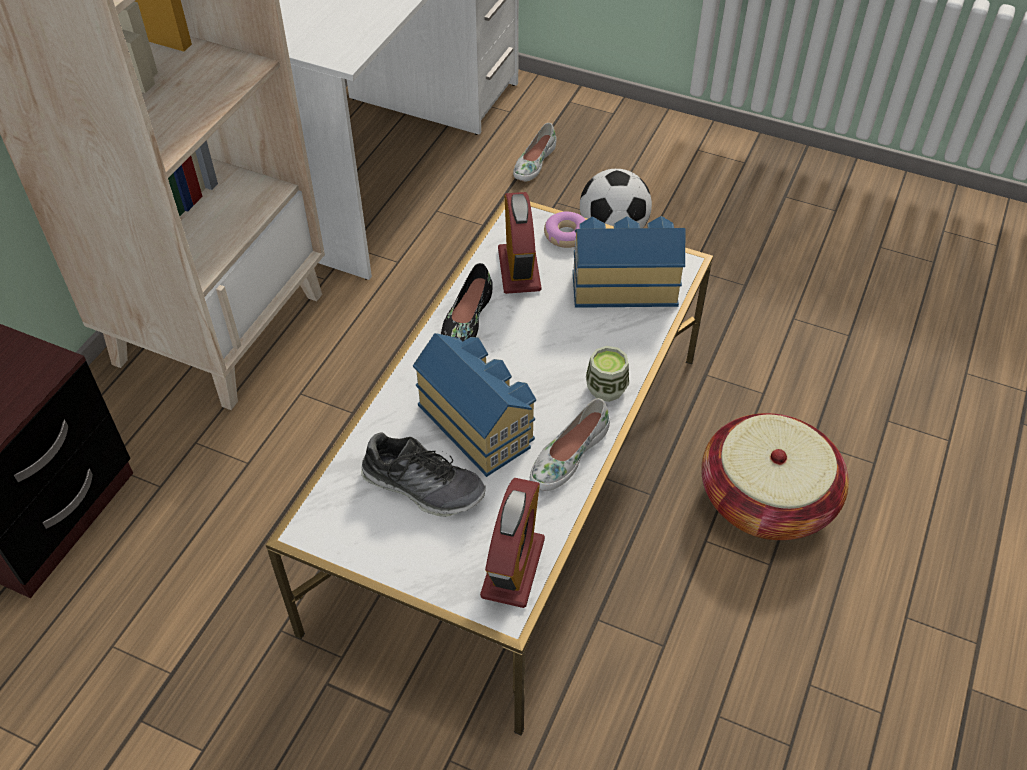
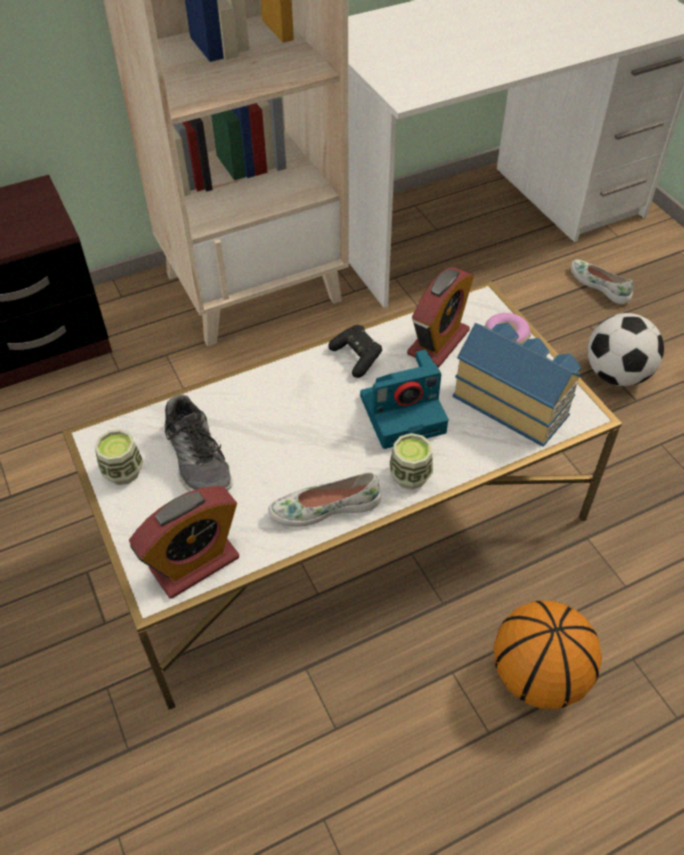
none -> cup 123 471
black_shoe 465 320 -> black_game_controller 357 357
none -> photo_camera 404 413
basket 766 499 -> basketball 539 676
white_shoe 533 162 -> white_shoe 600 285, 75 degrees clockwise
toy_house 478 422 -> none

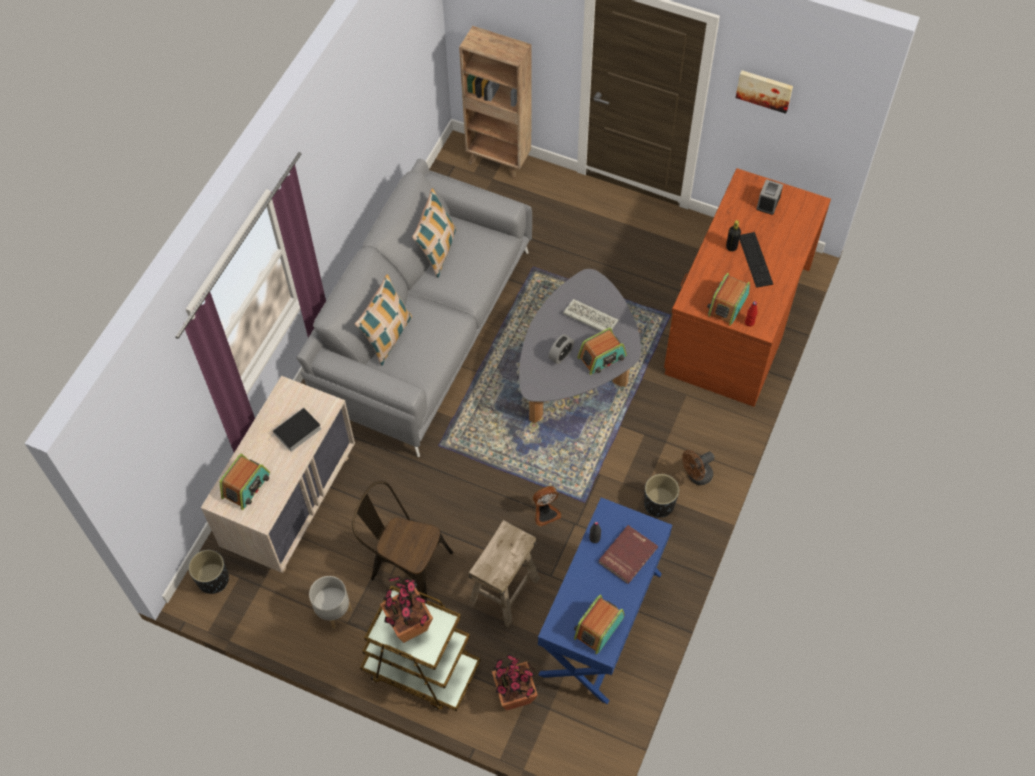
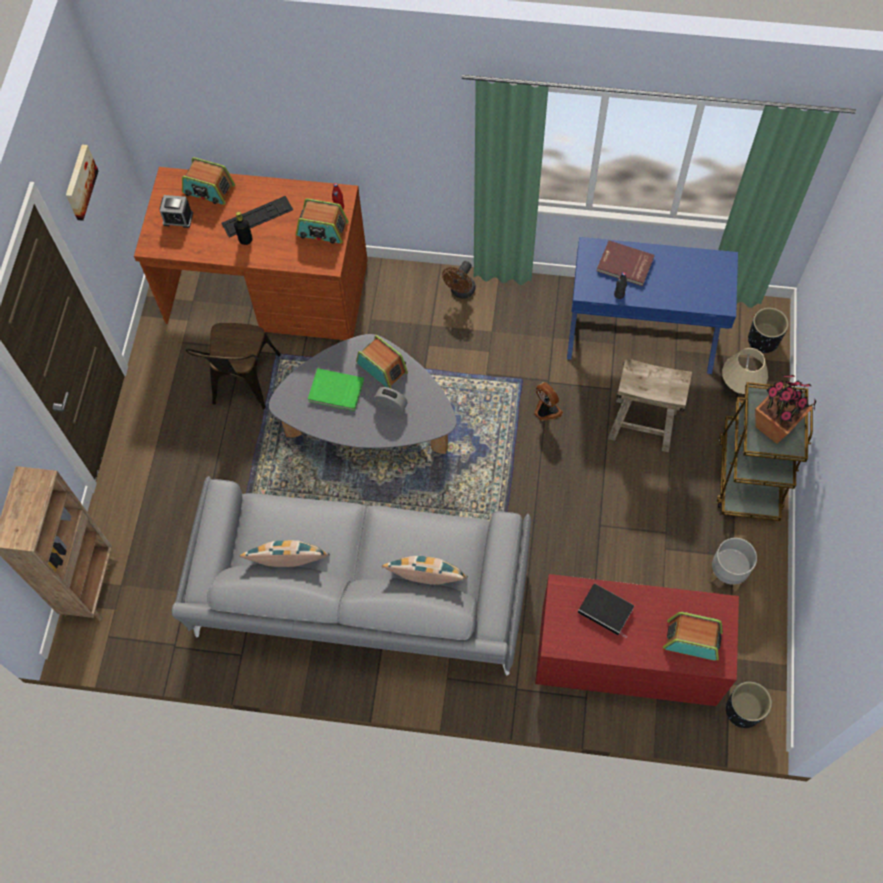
radio 598 627 -> radio 208 190, relocated
brown_chair 405 565 -> brown_chair 243 384, relocated
keyboard 589 318 -> green_book 336 391
brown_fan 696 476 -> brown_fan 461 292, 75 degrees clockwise
beige_dresser 292 502 -> red_dresser 624 662
potted_plant 515 695 -> beige_table_lamp 739 387
black_planter 659 504 -> black_planter 763 340, relocated

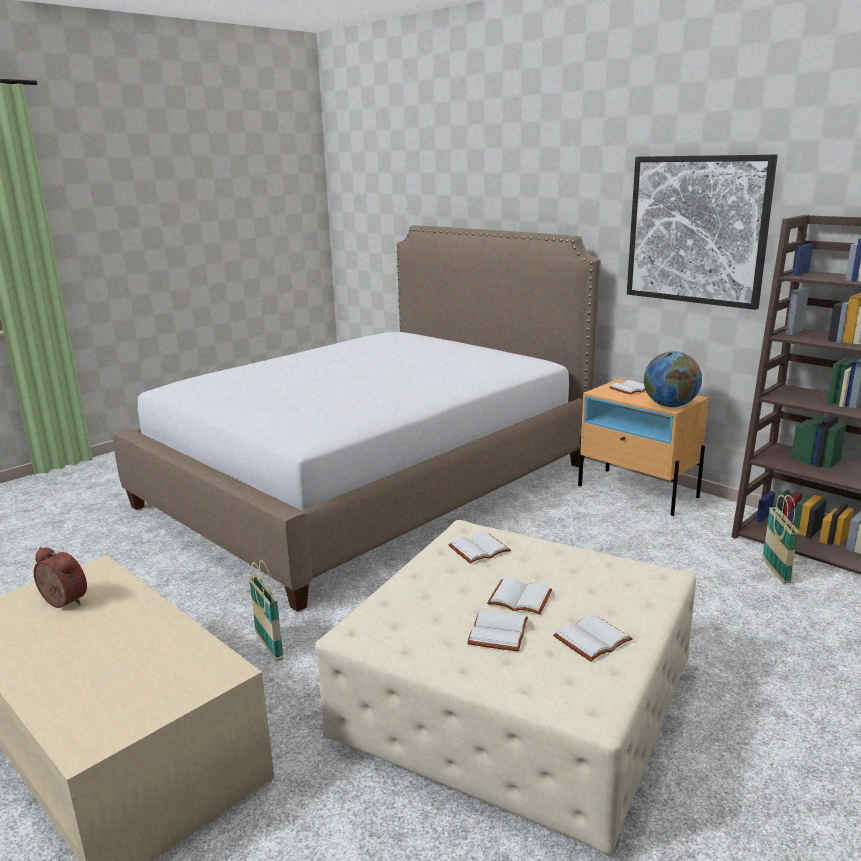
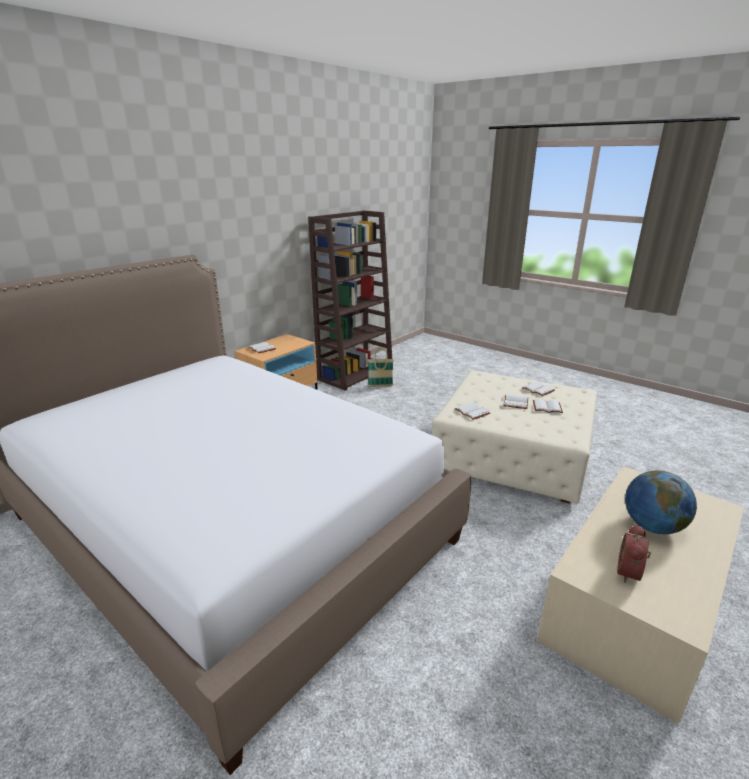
globe 670 405 -> globe 652 526, relocated
basket 269 646 -> none
picture 697 230 -> none

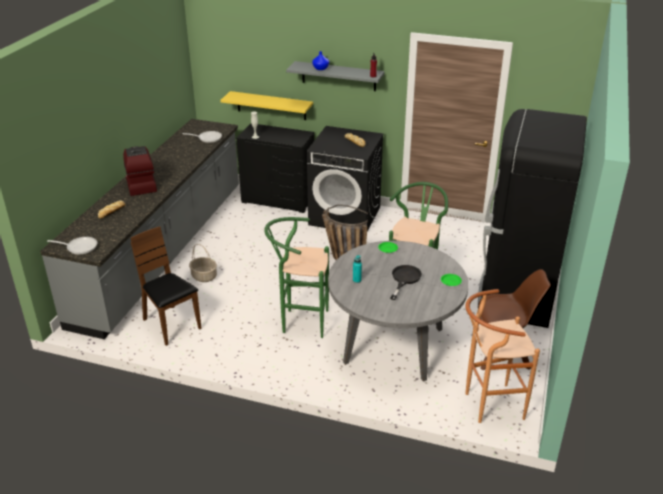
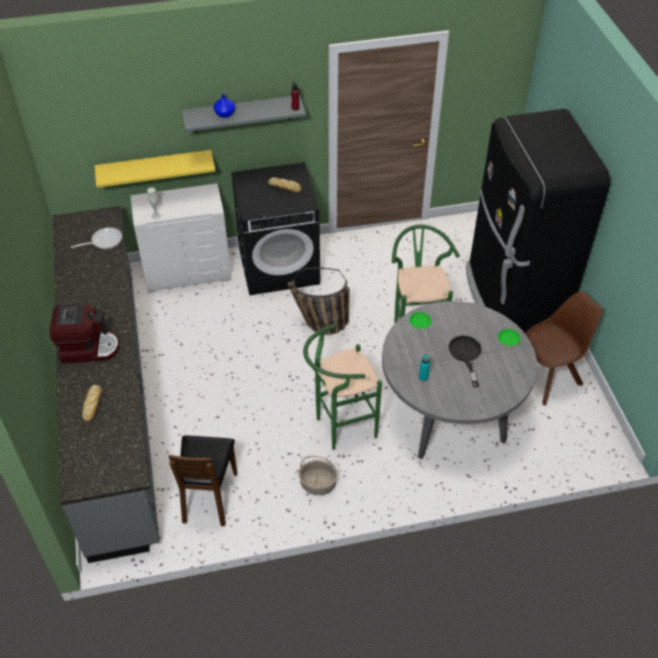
coffee_machine 140 185 -> coffee_machine 89 348, 135 degrees clockwise
black_dresser 278 199 -> white_dresser 187 271
brown_chair 171 325 -> brown_chair 209 496, 105 degrees counterclockwise
basket 204 276 -> basket 317 484, relocated
frying_pan 79 247 -> none
brown_stool 488 405 -> none

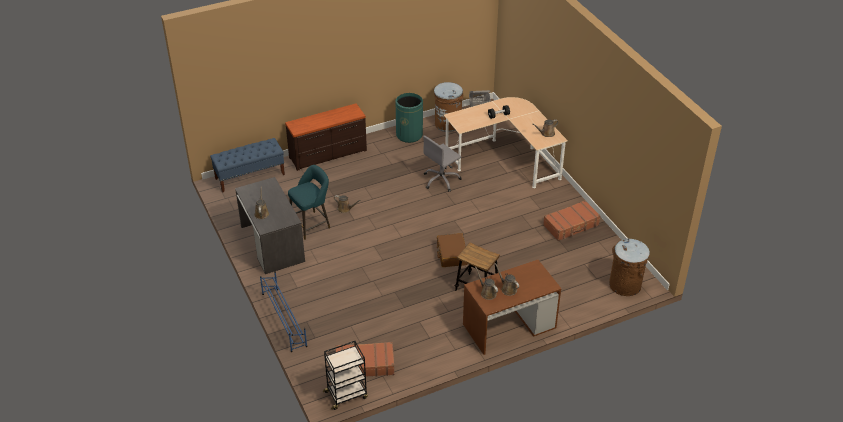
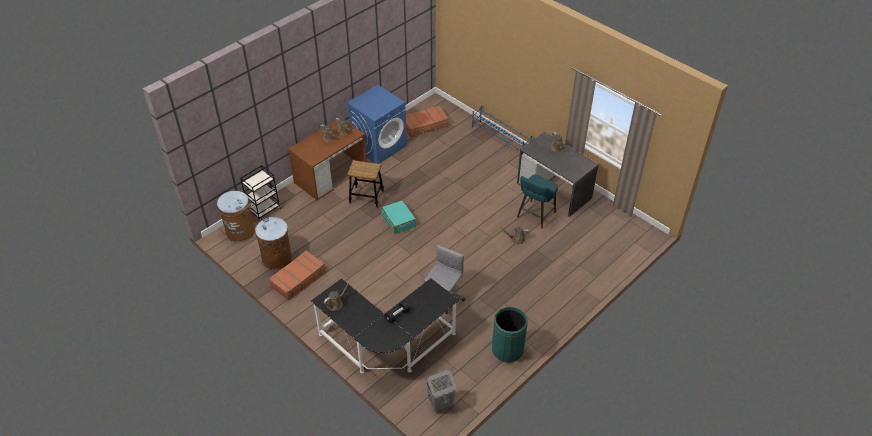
black_cart 346 394 -> black_cart 264 210, relocated
brown_trash_can 448 123 -> brown_trash_can 277 258, relocated
beige_desk 506 158 -> black_desk 386 346
none -> blue_washing_machine 379 146
brown_suitcase 451 254 -> turquoise_suitcase 399 220
blue_bench 250 176 -> none
brown_dresser 328 154 -> none

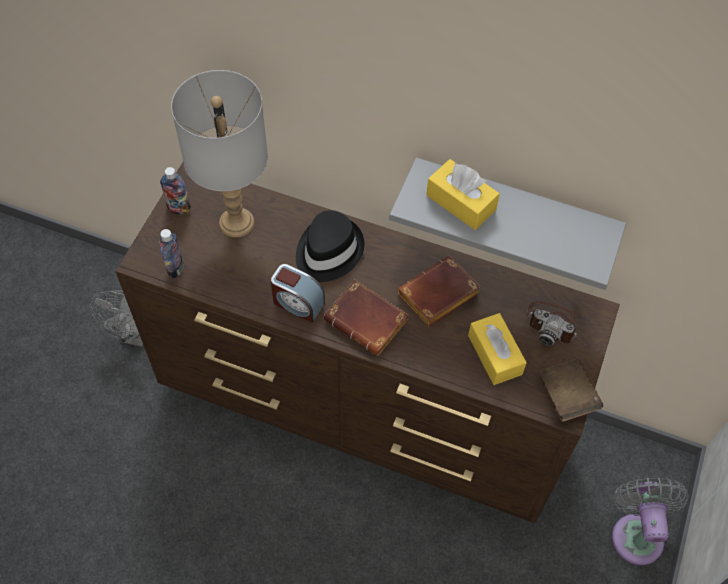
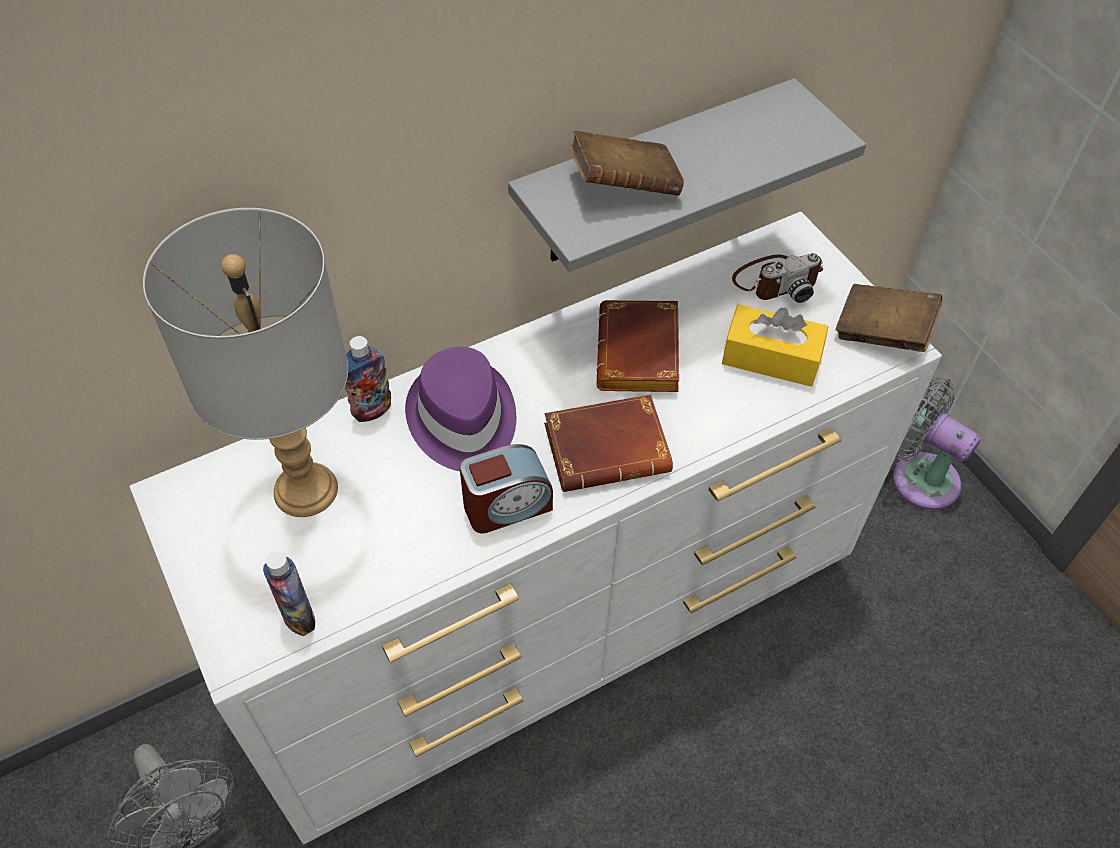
brown_dresser 363 407 -> white_dresser 556 622
bottle 179 208 -> bottle 372 410, relocated
black_hat 328 251 -> purple_hat 461 419
yellow_tissue_box 461 202 -> brown_book 624 186

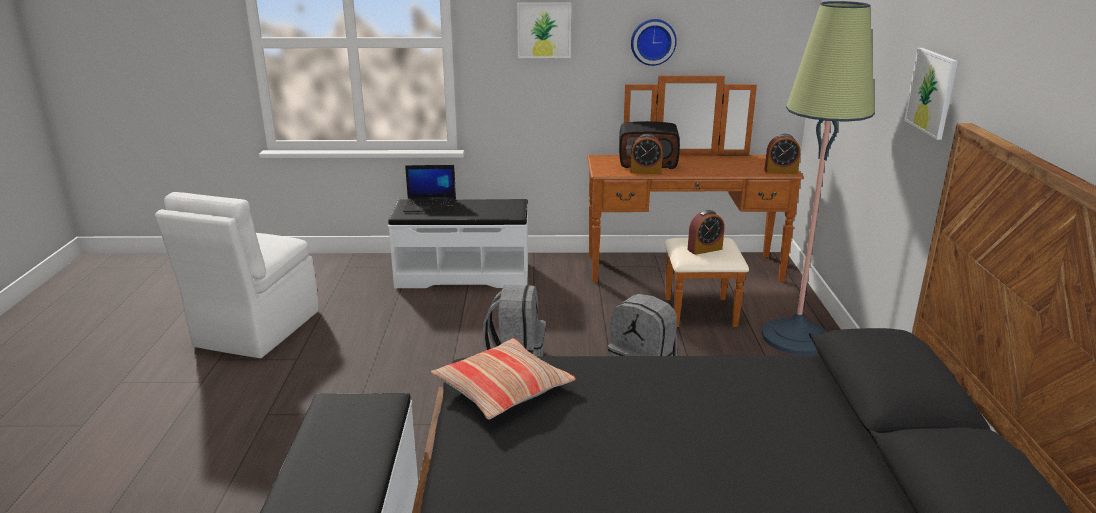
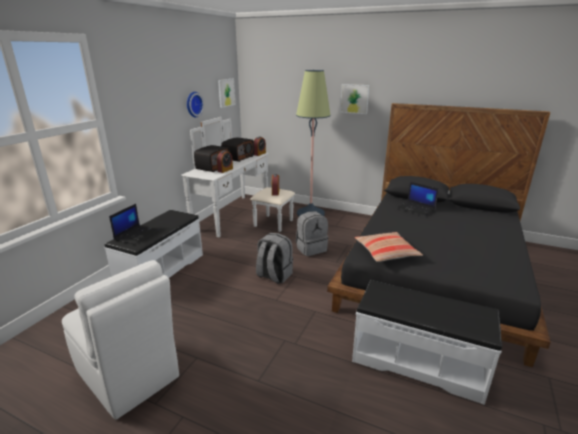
brown_dresser 687 277 -> white_dresser 241 216
picture 544 30 -> picture 226 92, relocated
none -> radio 238 157
none -> laptop 416 209

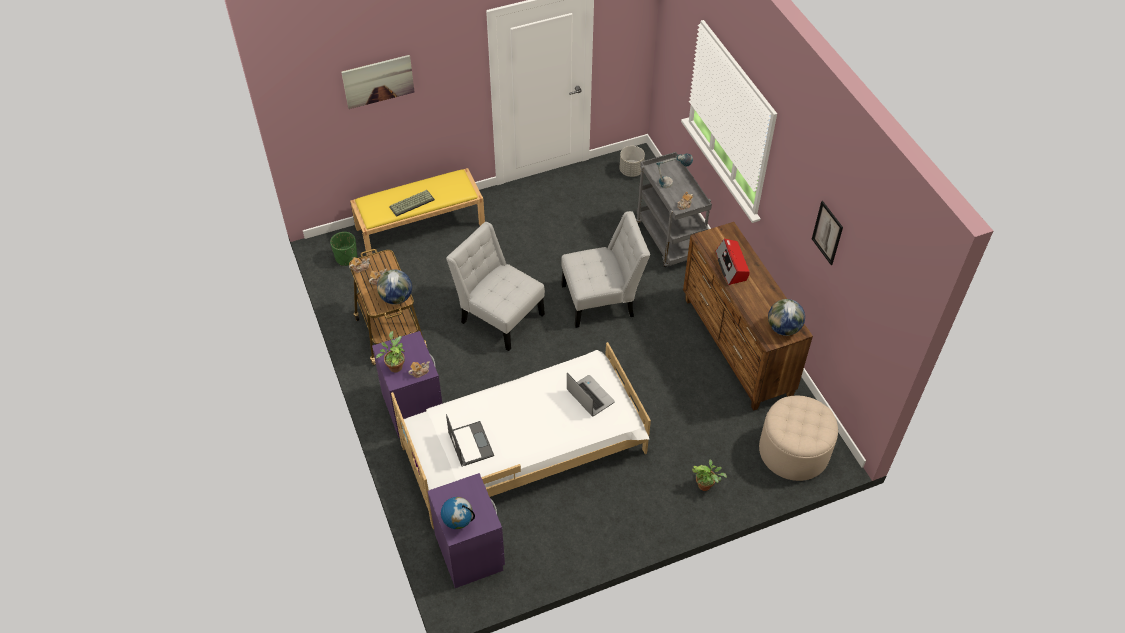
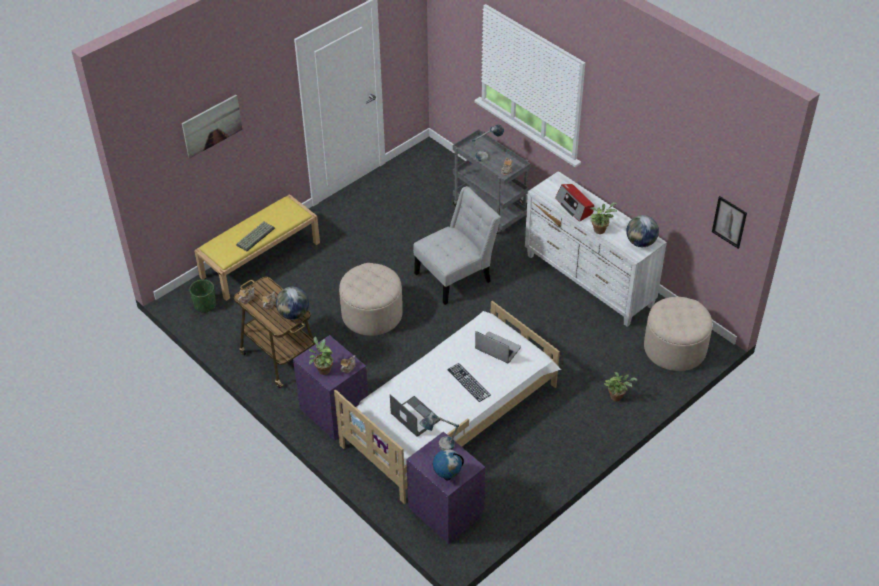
white_chair 499 315 -> beige_ottoman 372 314
none -> table_lamp 439 445
none -> keyboard 468 382
brown_dresser 736 347 -> white_dresser 589 281
none -> potted_plant 600 229
picture 827 233 -> picture 729 222, relocated
grey_planter 631 171 -> none

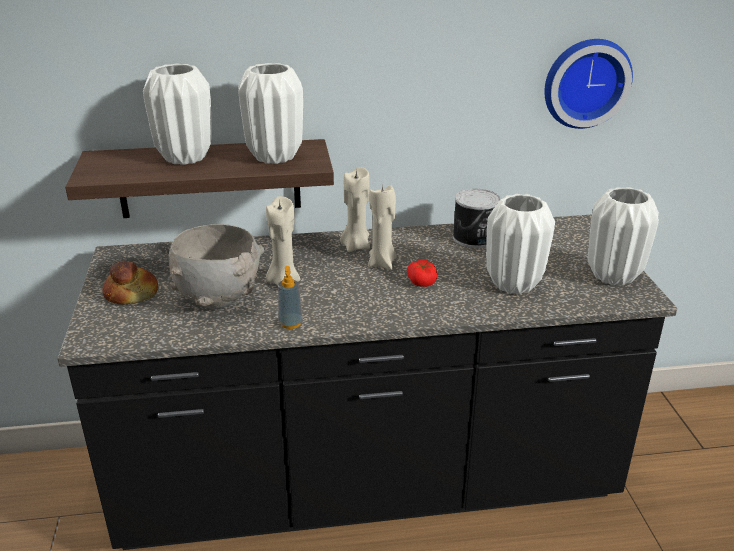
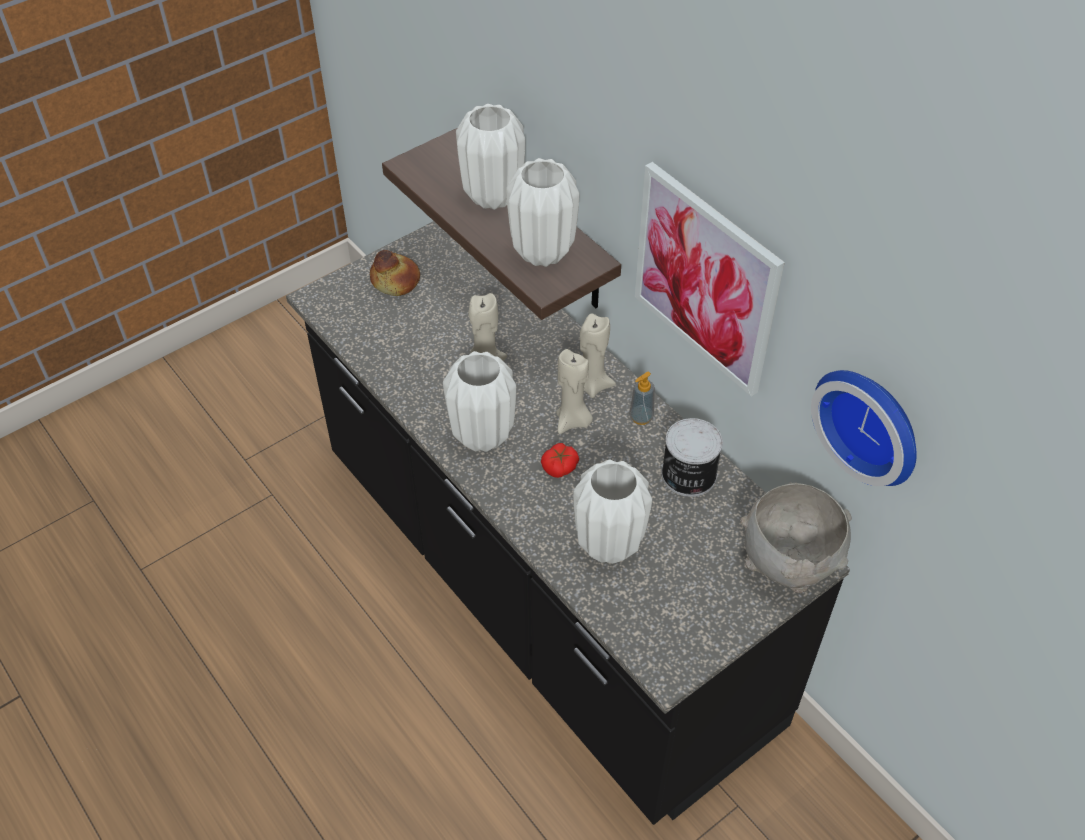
white_vase 612 275 -> white_vase 482 434, relocated
soap_dispenser 290 323 -> soap_dispenser 641 417, relocated
none -> picture 706 279
grey_bowl 218 300 -> grey_bowl 788 564, relocated

